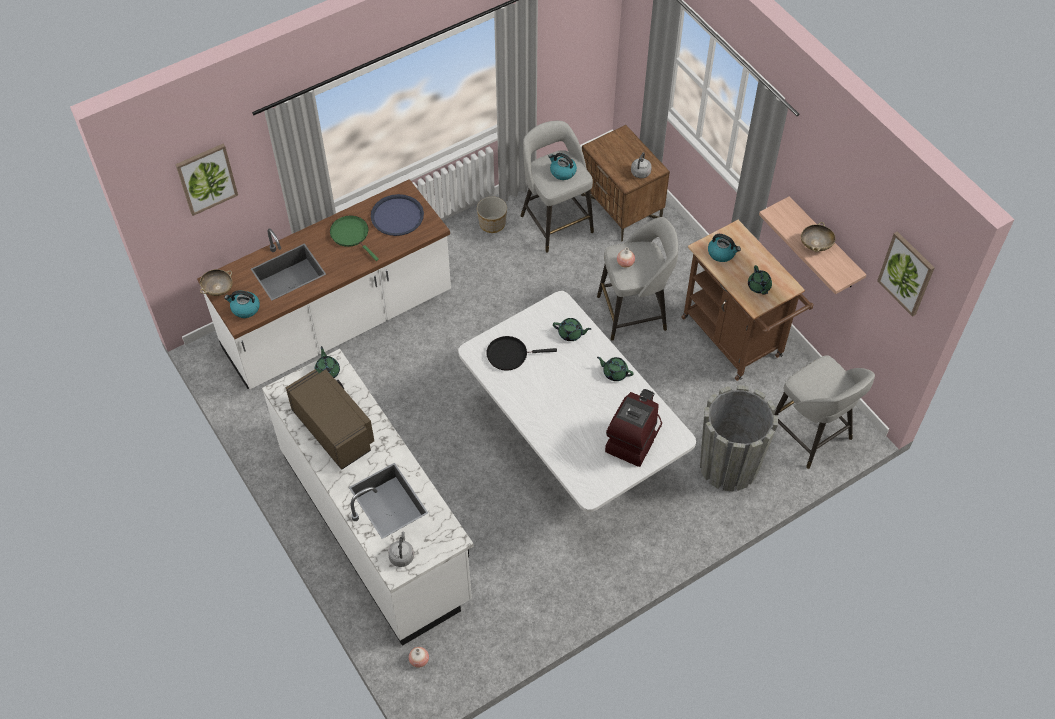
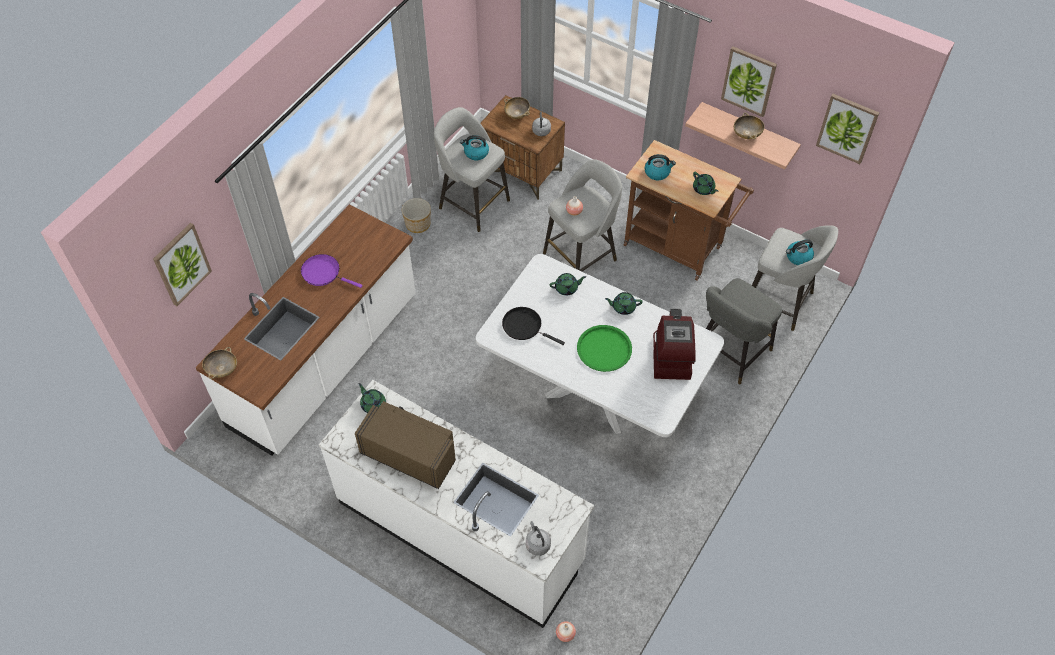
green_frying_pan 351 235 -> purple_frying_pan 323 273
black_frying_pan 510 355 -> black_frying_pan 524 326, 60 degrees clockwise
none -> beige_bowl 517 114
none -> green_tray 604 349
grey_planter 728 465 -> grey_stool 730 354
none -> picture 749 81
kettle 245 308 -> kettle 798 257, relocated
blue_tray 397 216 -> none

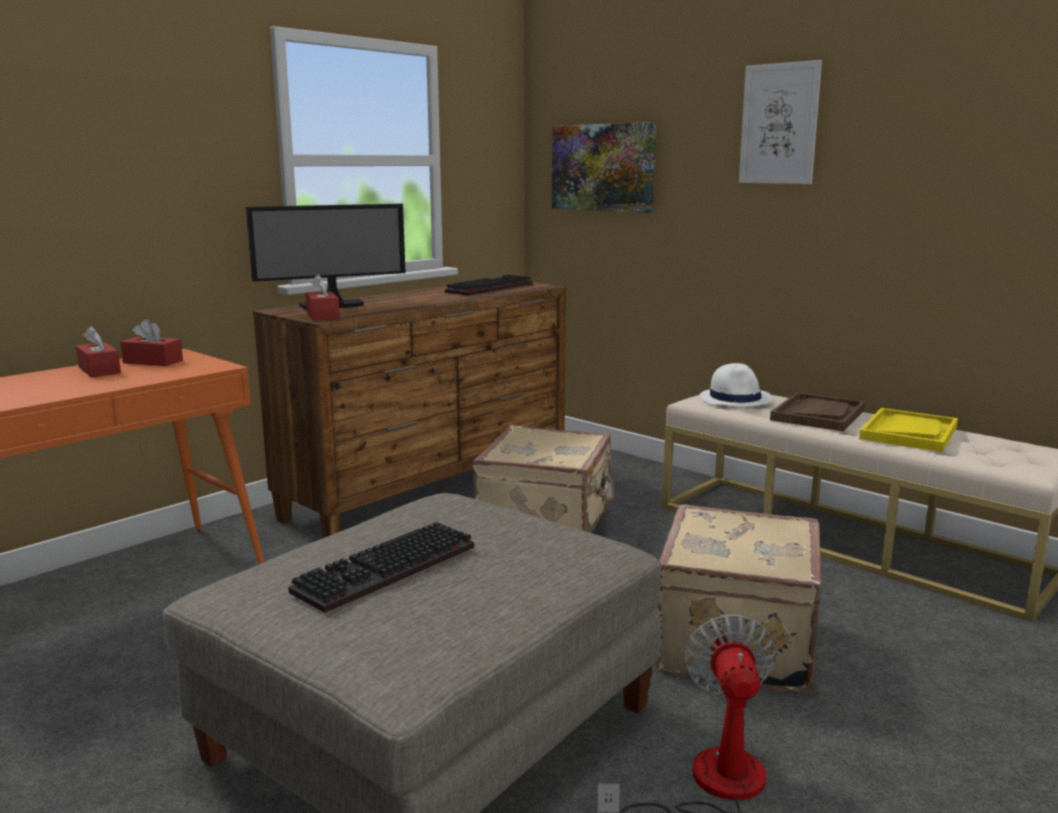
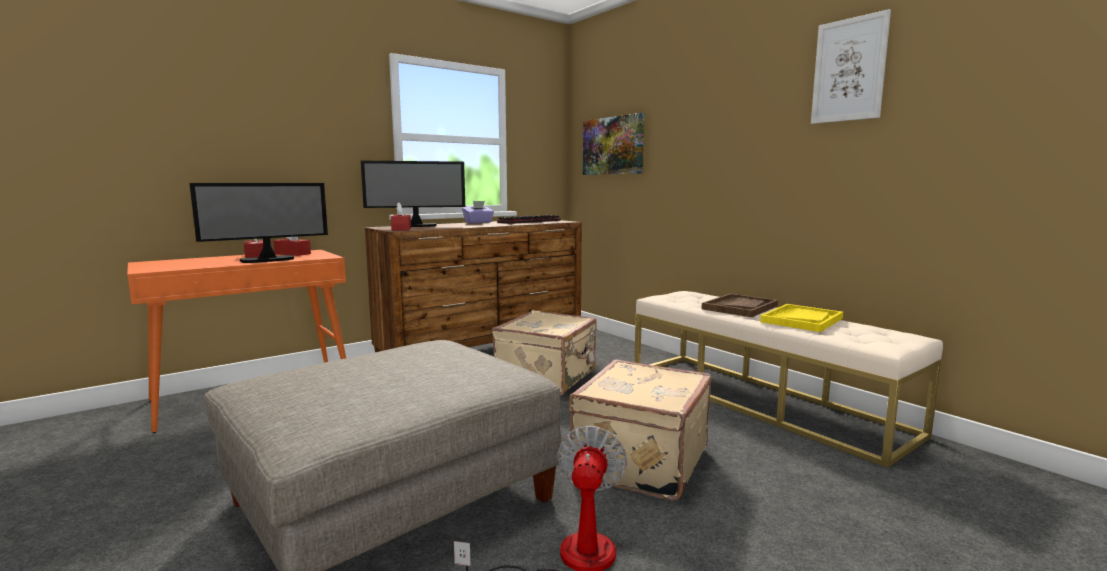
none -> monitor 268 260
none -> purple_tissue_box 478 222
picture 779 124 -> picture 849 70, relocated
keyboard 386 572 -> none
white_hat 735 399 -> none

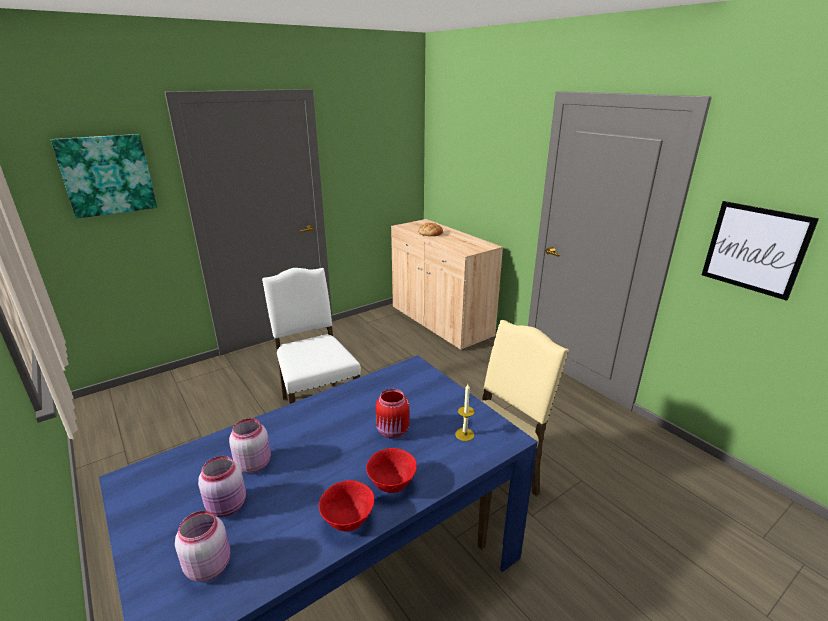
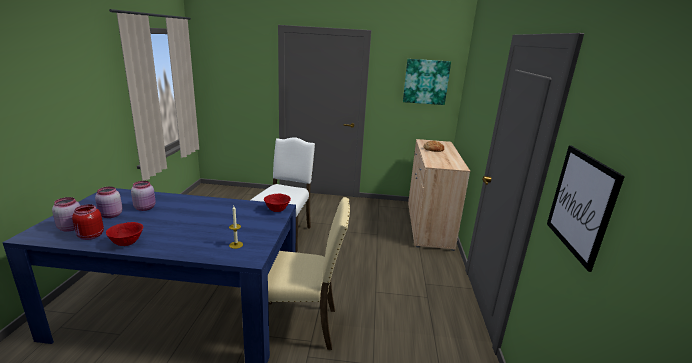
red_jar 393 432 -> red_jar 90 236, relocated
red_bowl 392 484 -> red_bowl 277 210, relocated
picture 107 175 -> picture 426 82, relocated

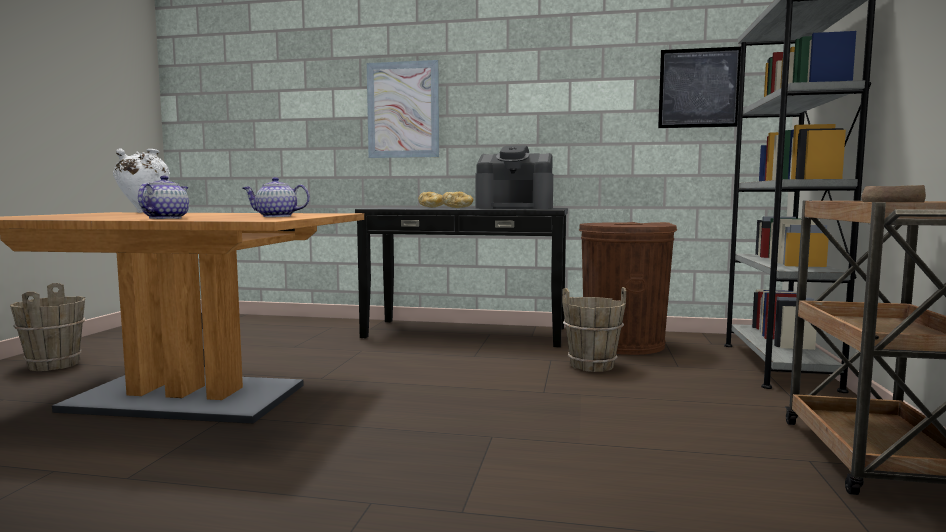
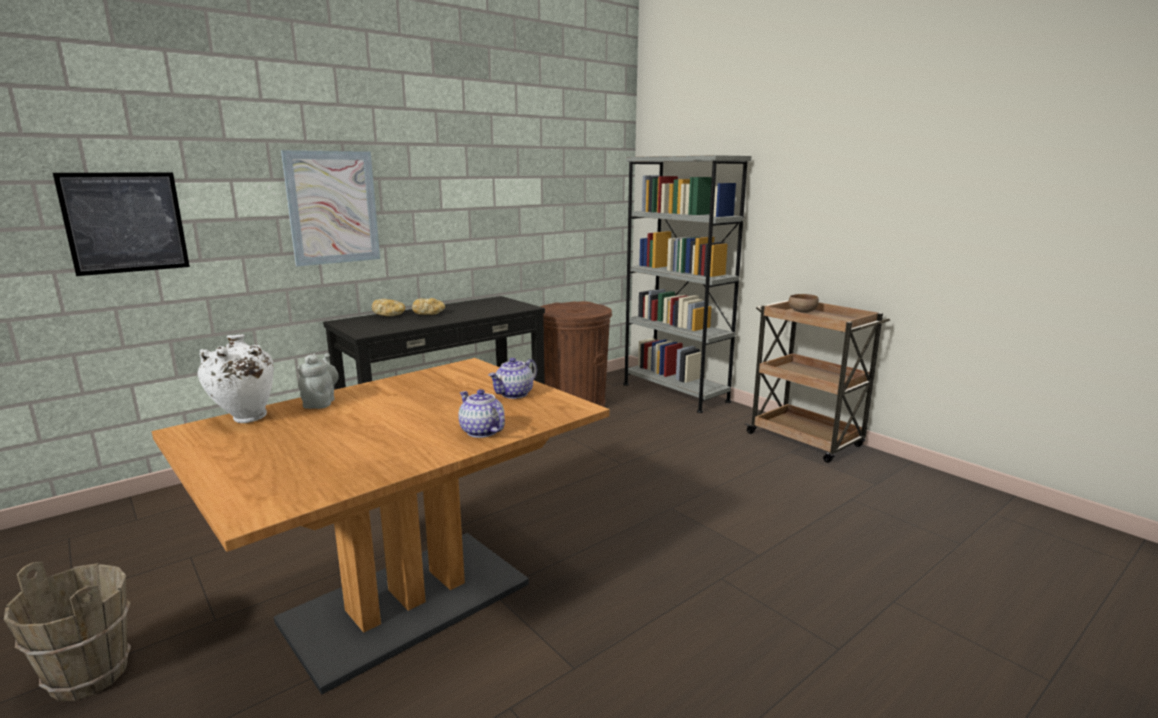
picture 699 88 -> picture 125 222, relocated
none -> grey_teapot 320 402
coffee_machine 515 208 -> none
brown_bucket 591 365 -> none

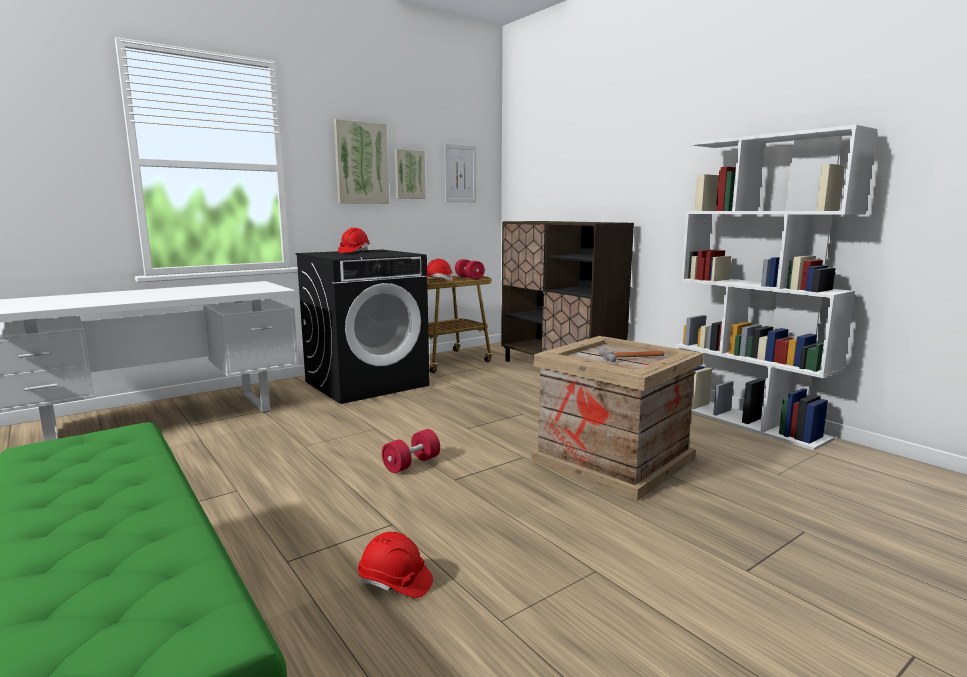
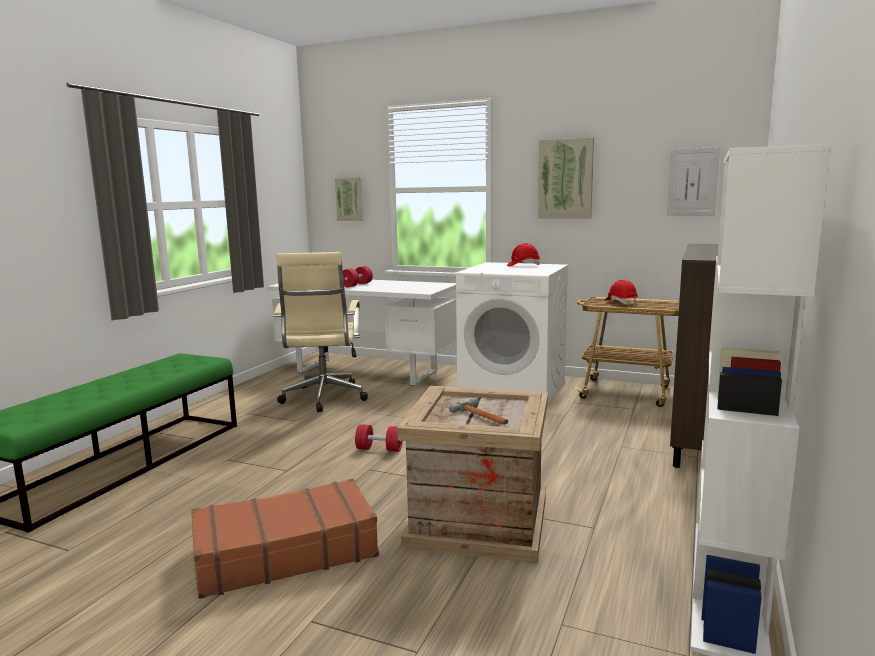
none -> brown_suitcase 285 552
none -> beige_office_chair 323 399
picture 409 174 -> picture 350 199, relocated
red_dumbbell 469 277 -> red_dumbbell 356 285, relocated
black_washing_machine 367 383 -> white_washing_machine 513 389
red_hard_hat 395 582 -> none

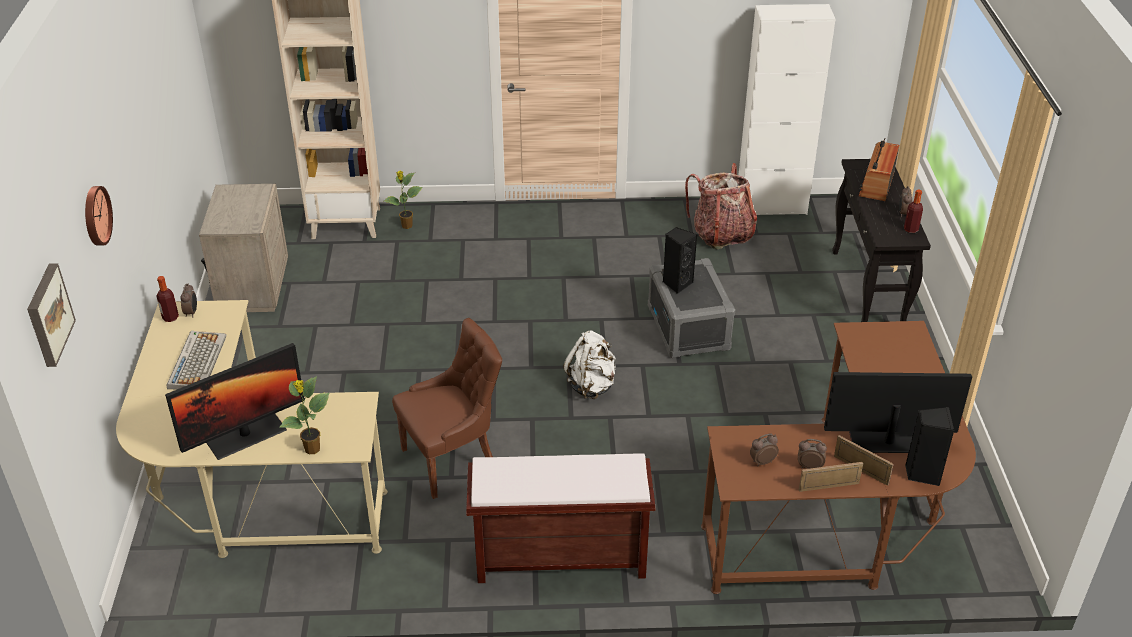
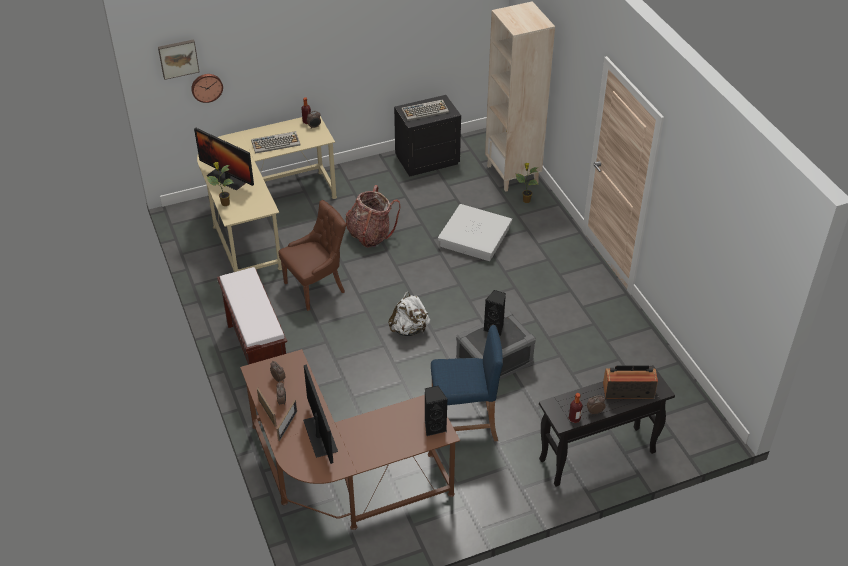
wall_clock 95 215 -> wall_clock 206 87, relocated
brown_chair 452 460 -> brown_chair 316 287, 75 degrees counterclockwise
backpack 721 234 -> backpack 370 235, relocated
beige_nightstand 252 286 -> black_nightstand 427 160
none -> keyboard 425 111
black_speaker 922 473 -> black_speaker 434 427, relocated
none -> blue_stool 464 425
none -> white_storage_box 475 237
white_cabinet 771 206 -> none

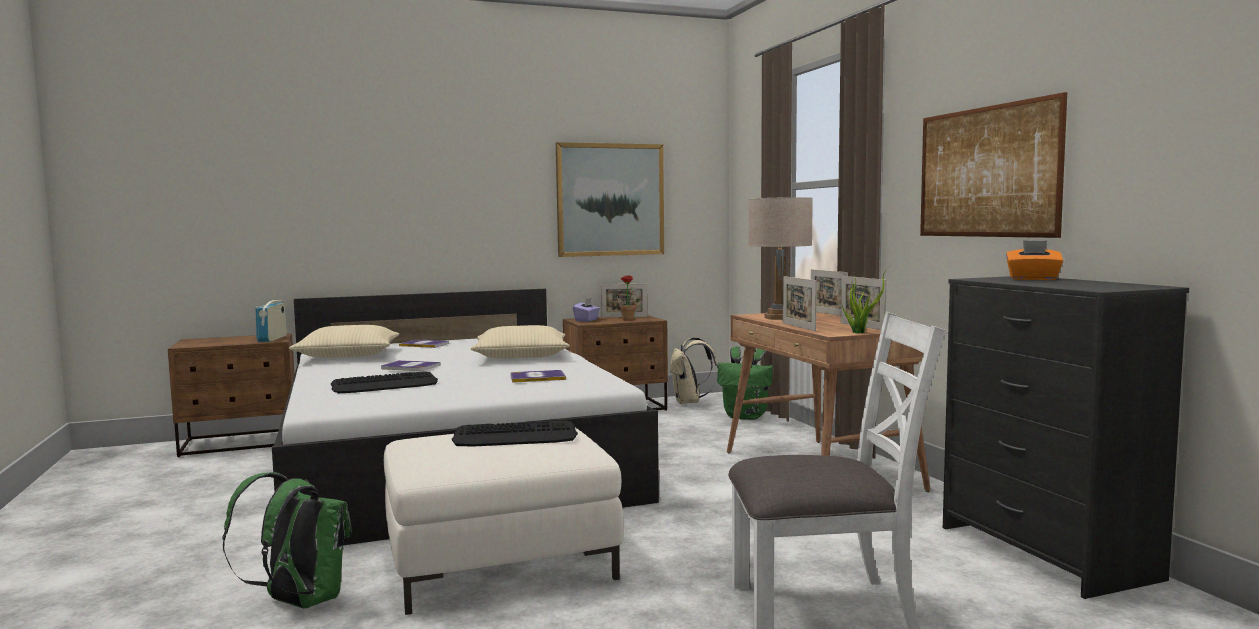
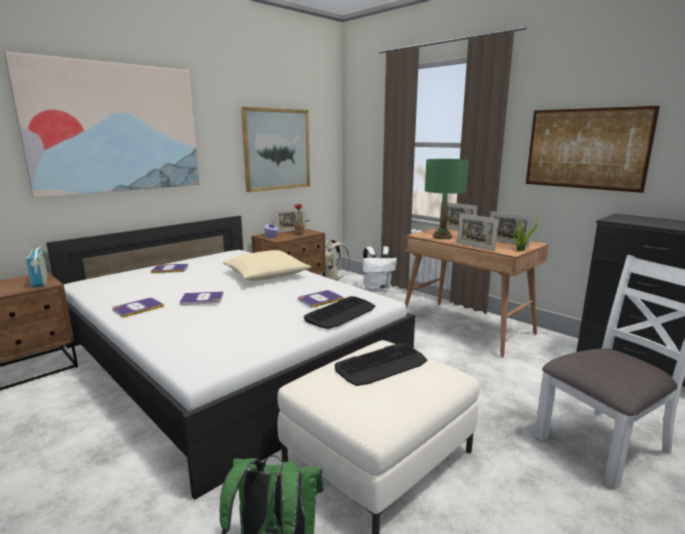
none -> picture 115 128
none -> book 138 308
keyboard 385 385 -> keyboard 341 313, relocated
green_backpack 747 417 -> white_backpack 377 289
beige_table_lamp 779 318 -> green_table_lamp 442 237
beige_pillow 348 355 -> none
orange_tissue_box 1033 279 -> none

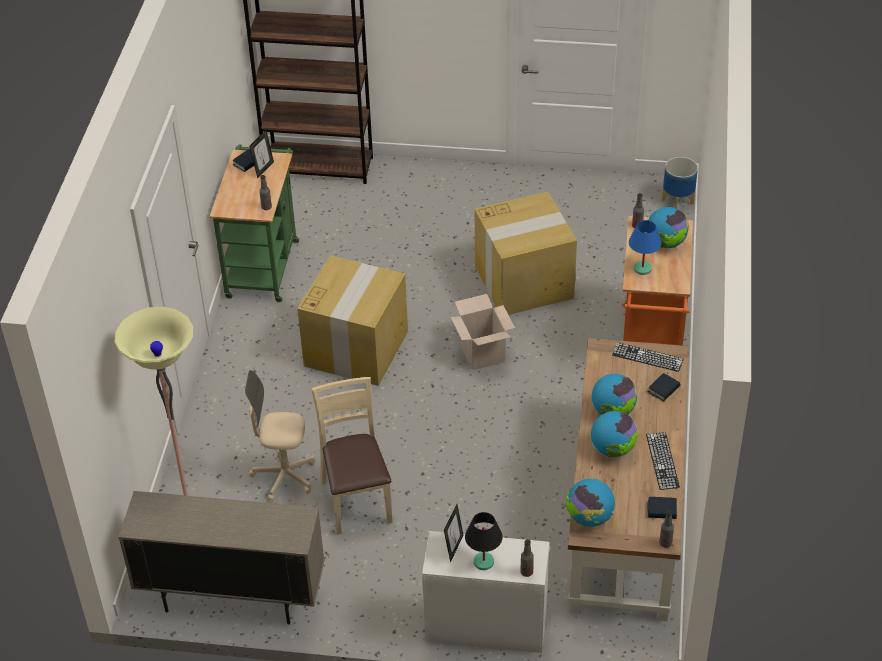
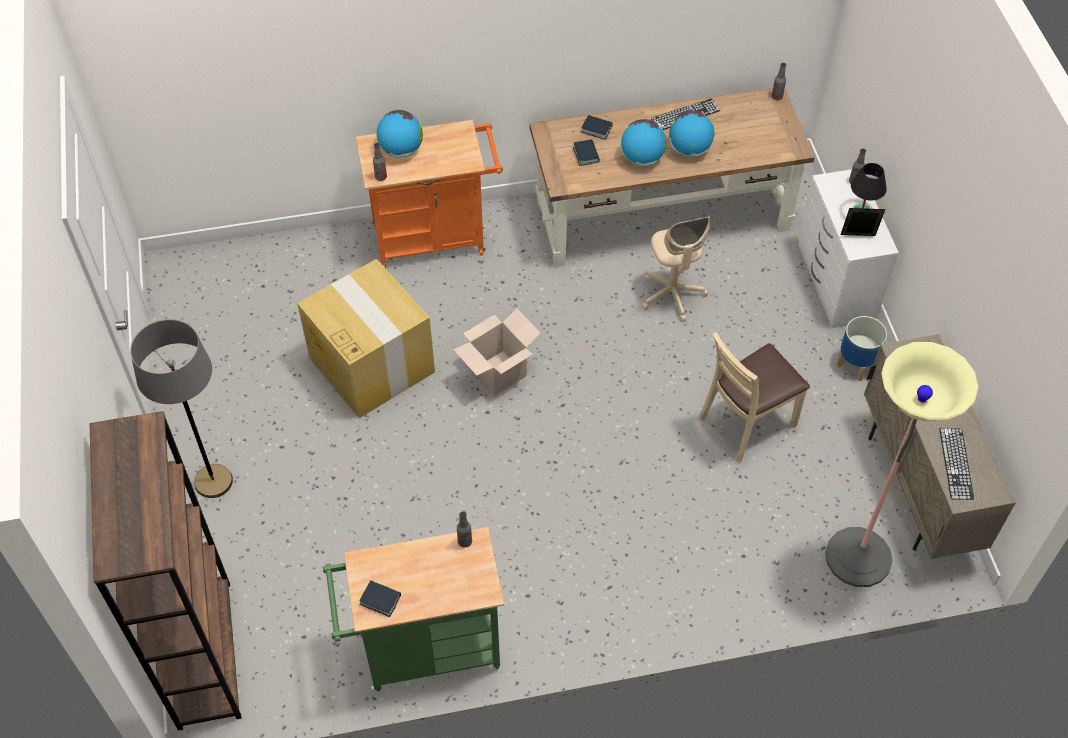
none -> grey_floor_lamp 213 481
book 662 510 -> book 586 154, relocated
beige_office_chair 284 477 -> beige_office_chair 672 295, relocated
planter 677 202 -> planter 856 365, relocated
keyboard 647 357 -> keyboard 956 463, relocated
picture_frame 263 169 -> none
cardboard_box 356 347 -> none
globe 589 518 -> none
blue_table_lamp 643 269 -> none

